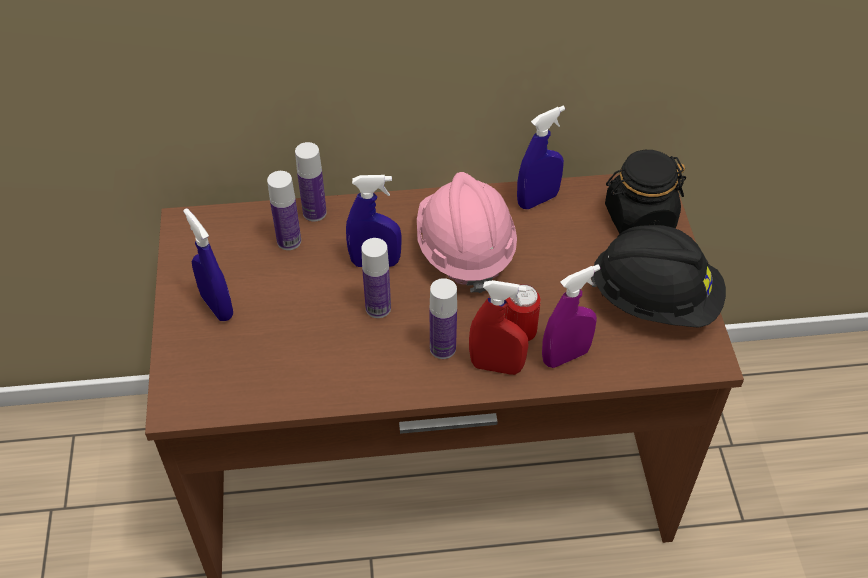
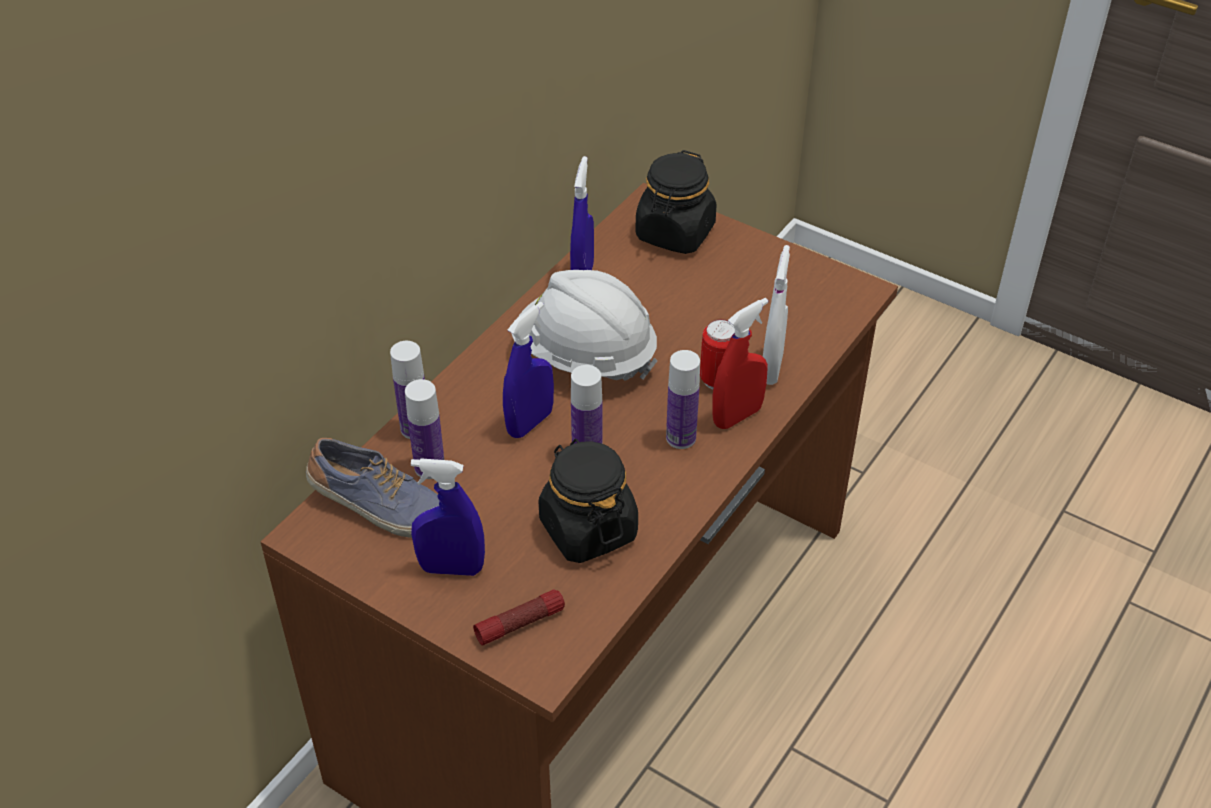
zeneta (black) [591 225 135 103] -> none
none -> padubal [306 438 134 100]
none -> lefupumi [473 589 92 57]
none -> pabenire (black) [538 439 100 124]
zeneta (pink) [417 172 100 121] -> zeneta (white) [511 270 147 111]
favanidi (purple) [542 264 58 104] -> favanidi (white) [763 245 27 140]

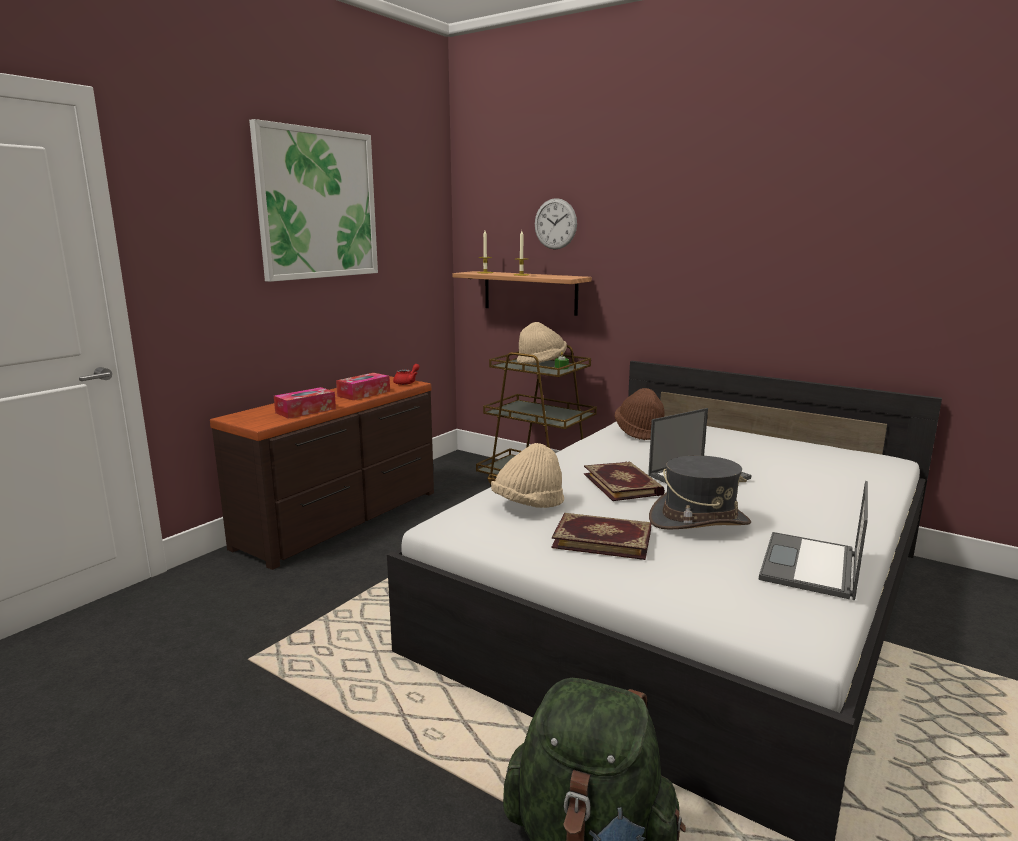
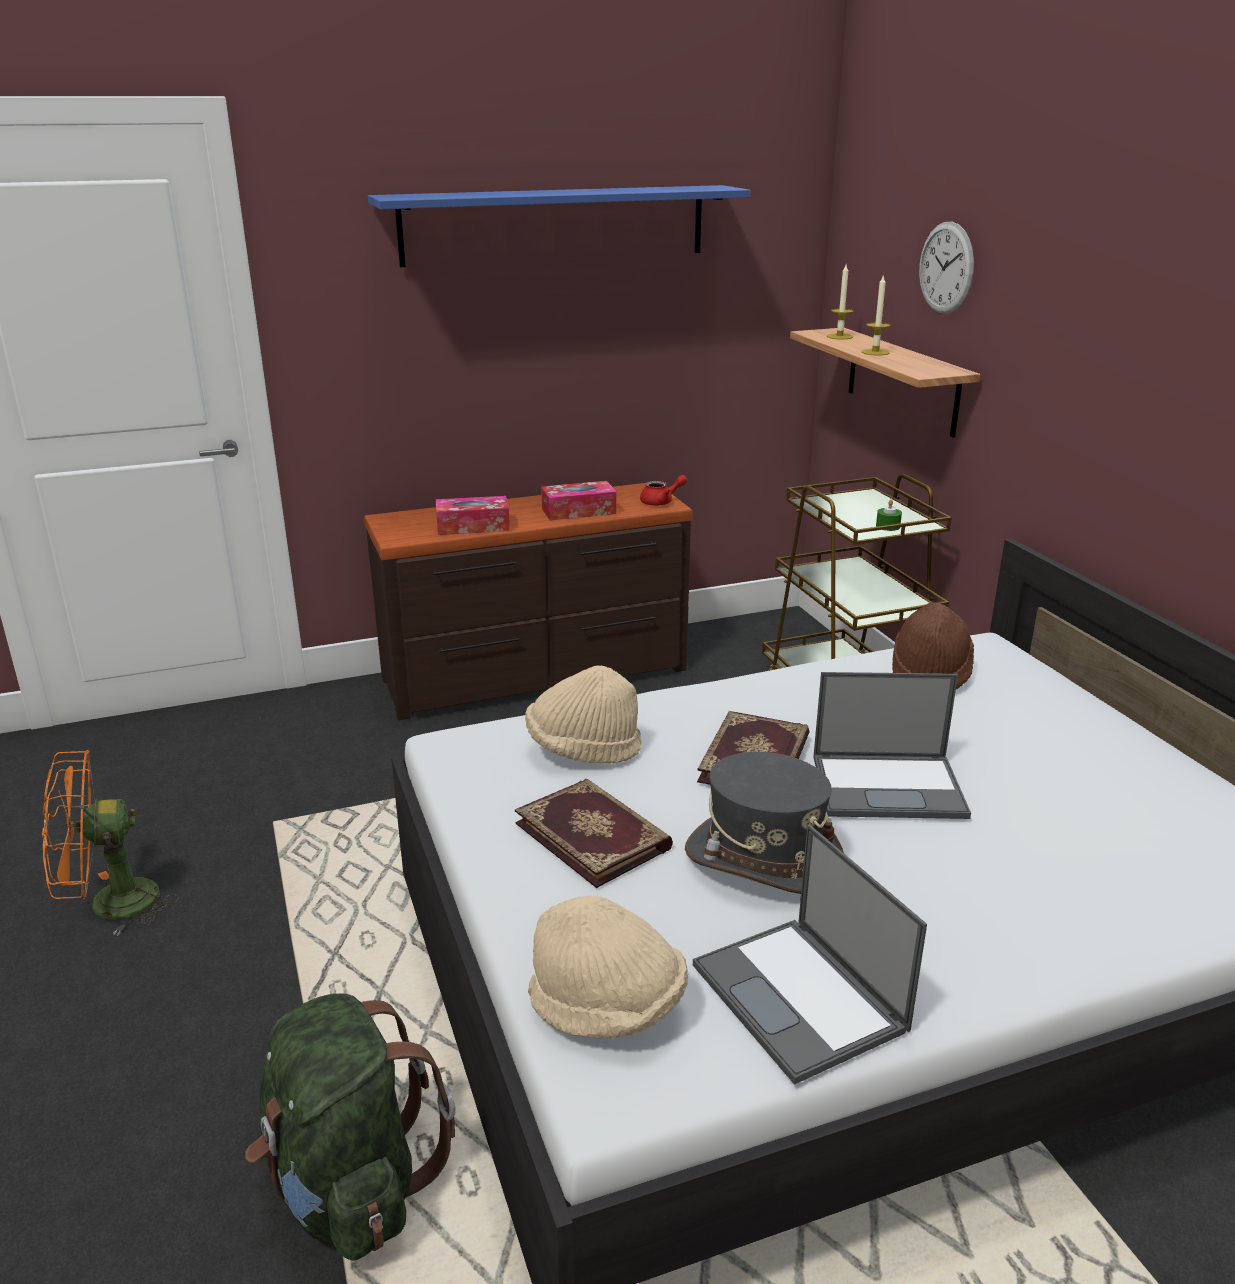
none -> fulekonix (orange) [42 750 137 186]
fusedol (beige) [517 322 50 42] -> fusedol (beige) [528 896 160 143], shifted
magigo [249 119 129 163] -> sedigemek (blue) [368 185 383 82]
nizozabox [758 481 110 119] -> nizozabox [693 824 234 261], 90 degrees counterclockwise

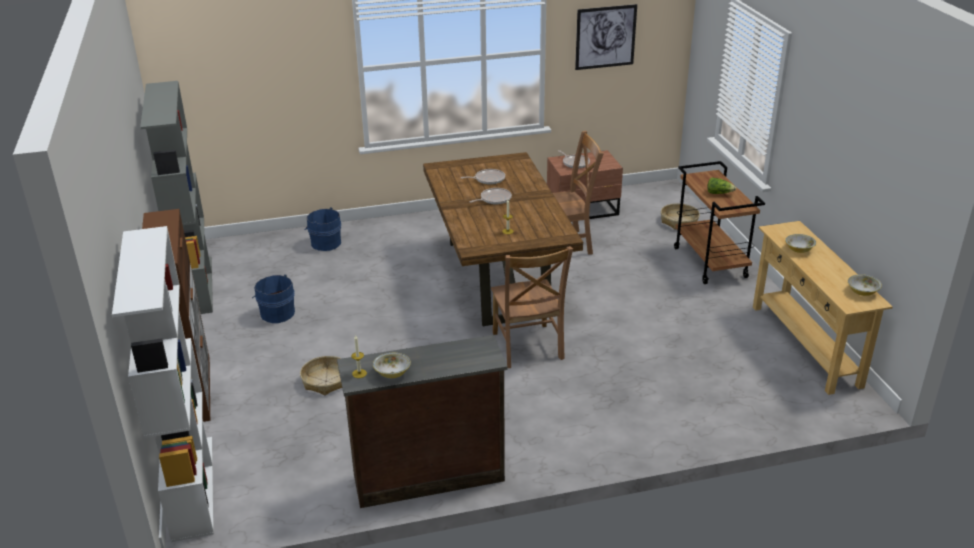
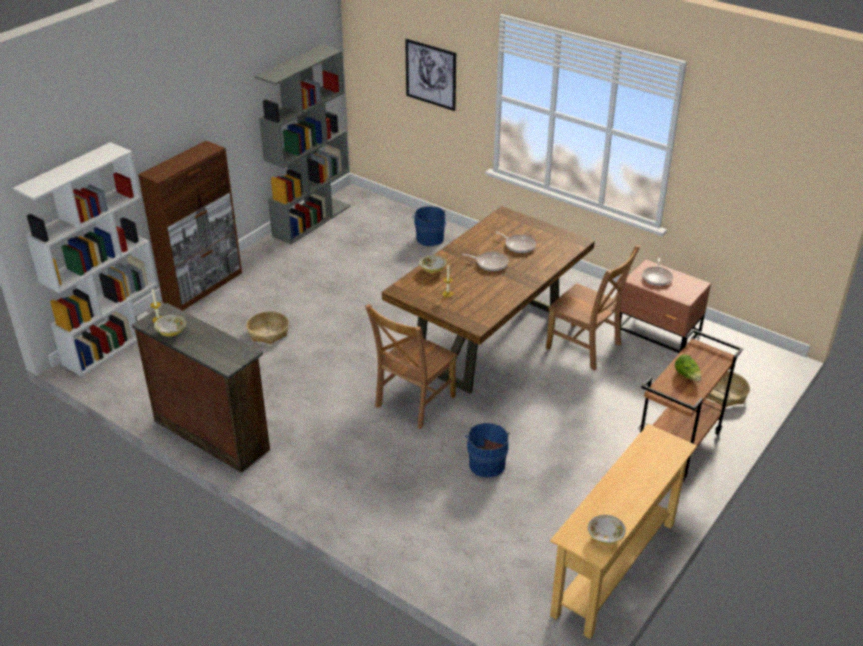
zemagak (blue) [252 274 43 49] -> zemagak (blue) [465 423 45 54], shifted
magigo [575 4 62 66] -> magigo [405 38 51 73], shifted
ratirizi [785 234 31 19] -> ratirizi [419 255 28 18], shifted

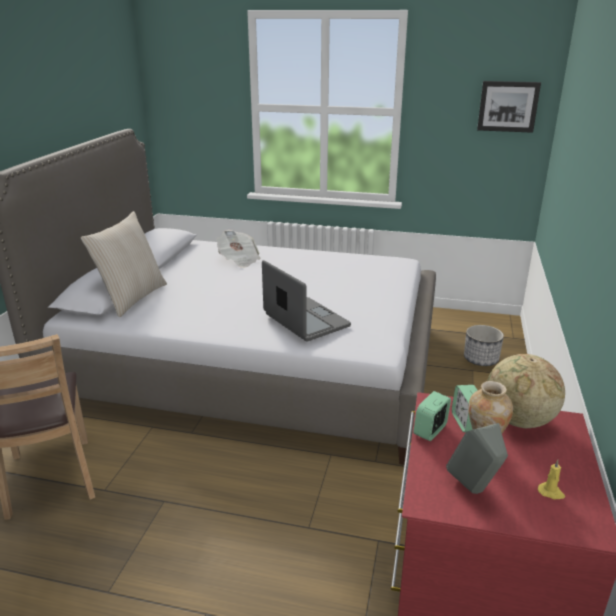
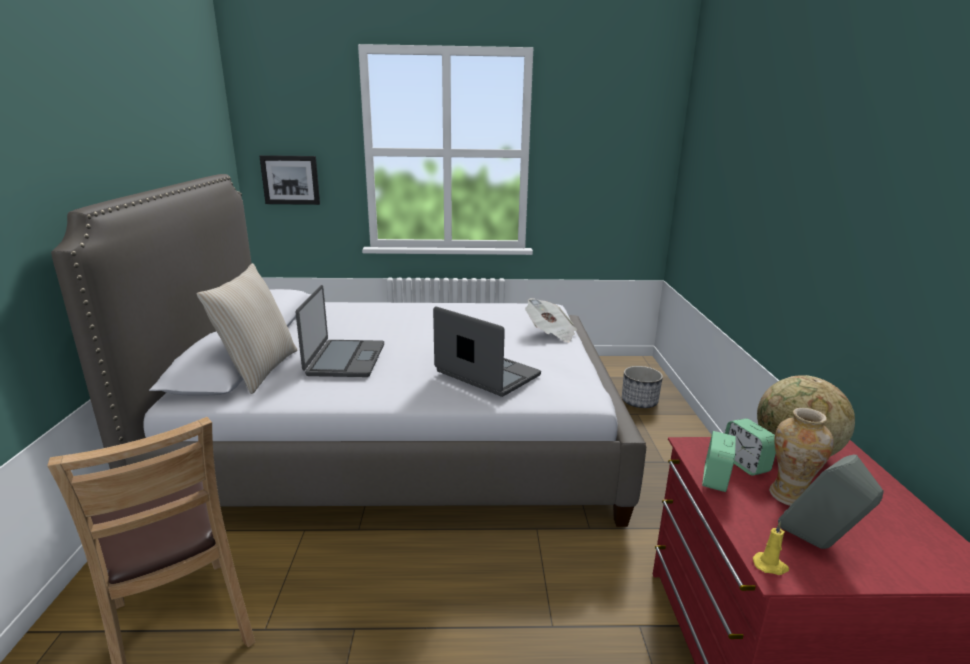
none -> nizozabox [296 285 88 92]
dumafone [216 230 45 38] -> dumafone [525 298 52 44], shifted
magigo [477 81 64 52] -> magigo [259 155 61 50], shifted
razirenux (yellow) [538 460 27 39] -> razirenux (yellow) [753 521 36 54], shifted

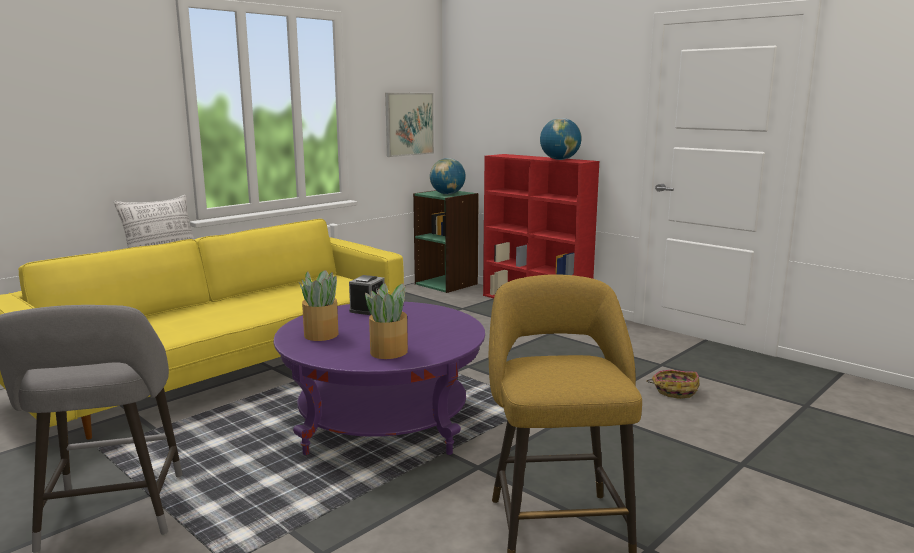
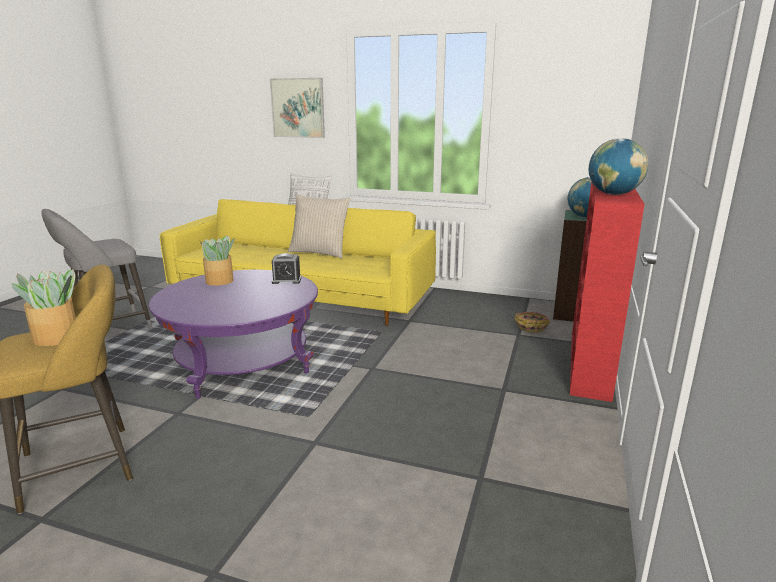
none -> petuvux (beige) [288 194 63 65]
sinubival [365 283 43 76] -> sinubival [11 269 65 77], shifted
magigo [385 93 49 64] -> magigo [270 78 55 60], shifted
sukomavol [646 370 53 29] -> sukomavol [514 312 36 21], shifted

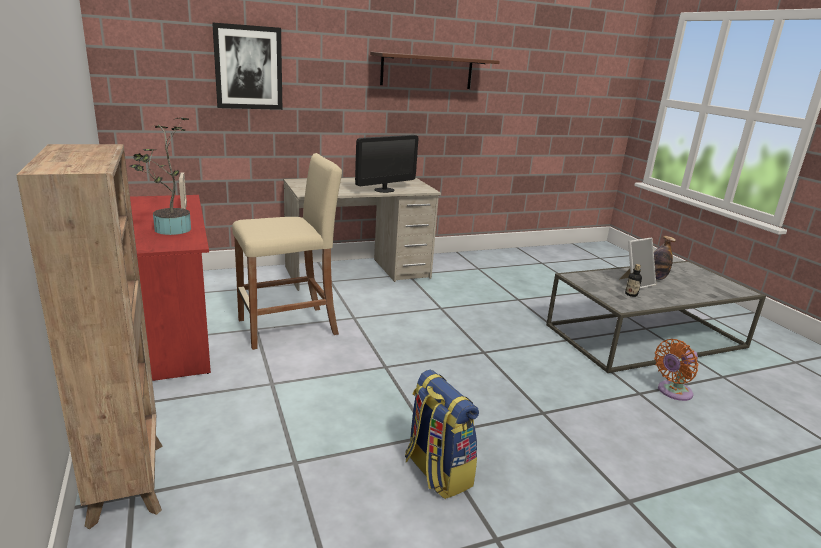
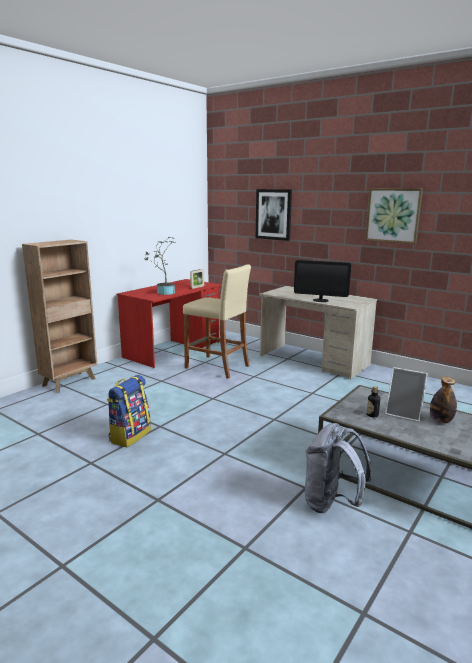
sedigemek (brown) [370 52 130 37] -> magigo [365 188 58 56]
fulekonix (orange) [654 339 45 62] -> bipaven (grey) [305 423 66 90]

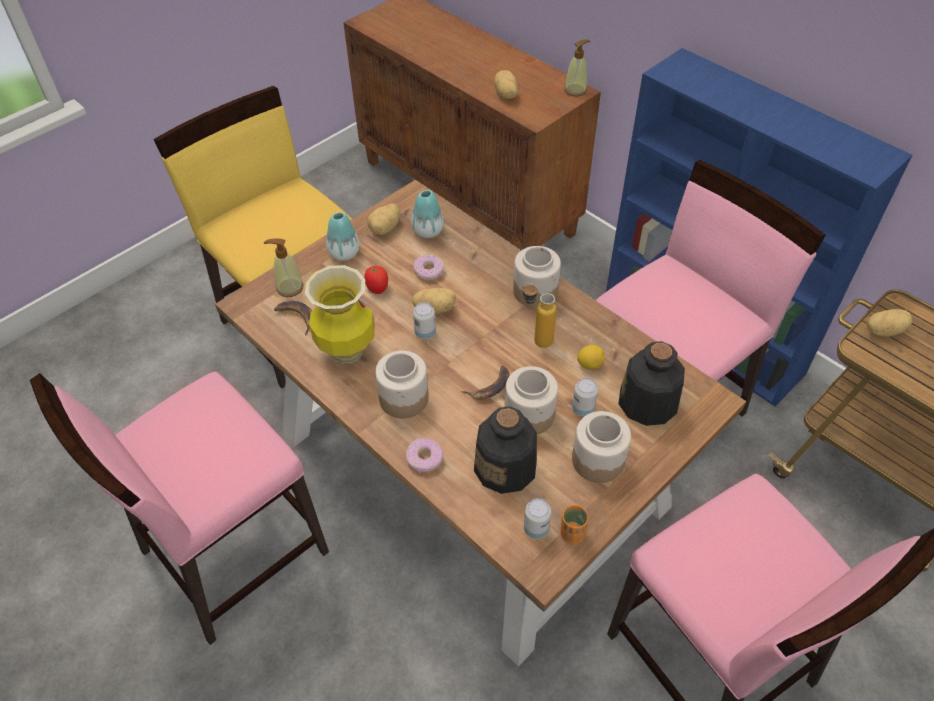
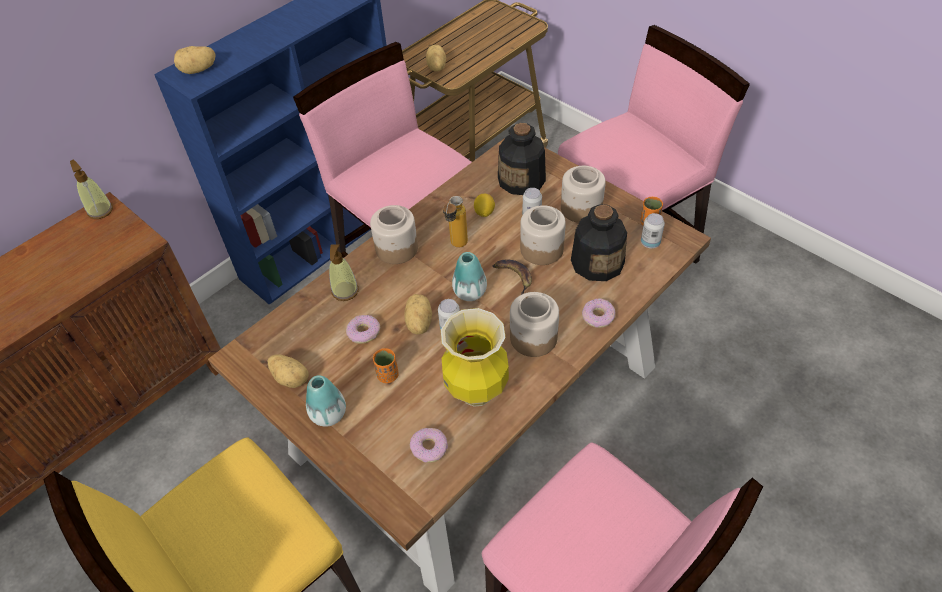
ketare [264 239 39 58] -> ketare [329 245 30 56], shifted
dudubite [411 190 33 48] -> dudubite [452 252 35 49], shifted
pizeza [494 70 24 29] -> pizeza [174 46 42 28], shifted
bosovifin [274 301 38 35] -> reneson [410 428 38 35]
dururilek [364 266 24 28] -> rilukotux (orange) [373 348 26 35]

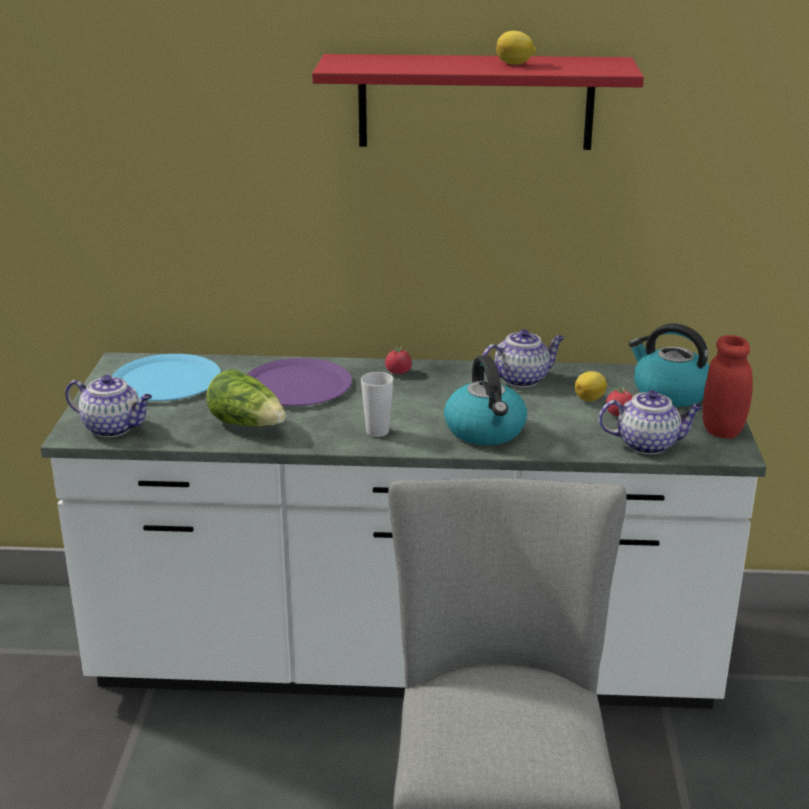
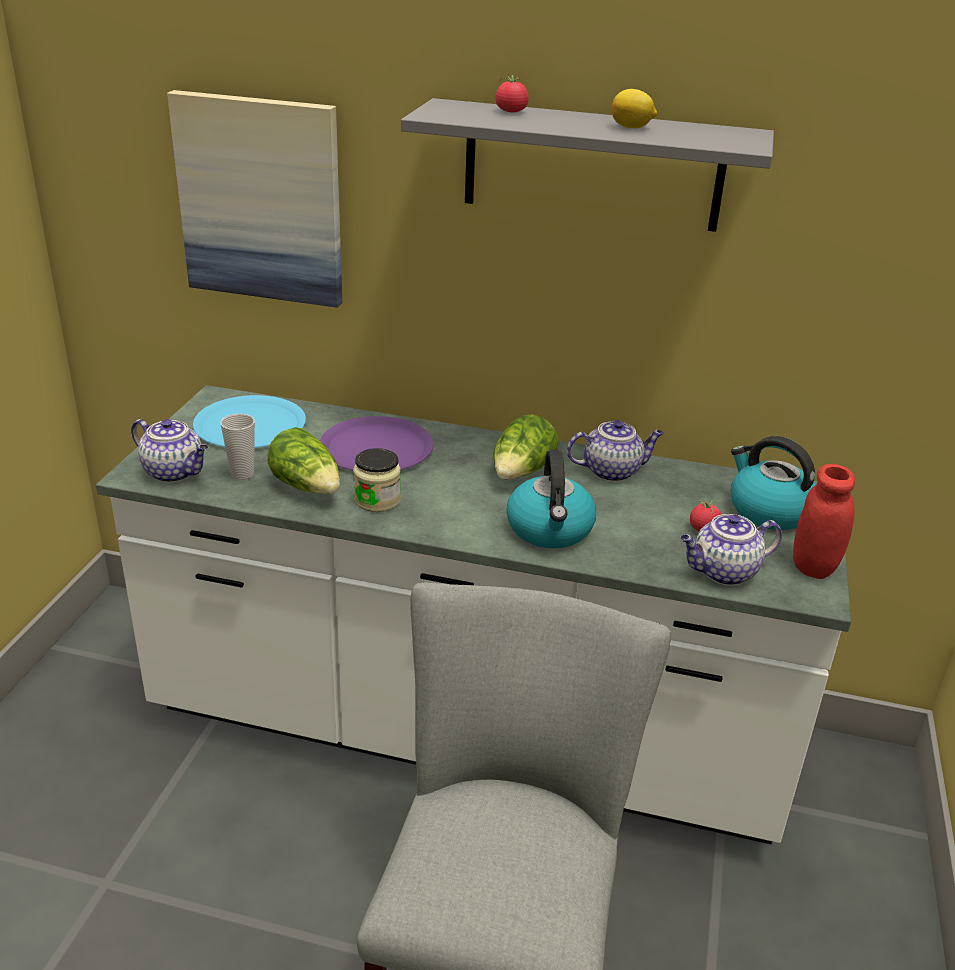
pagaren [575 371 32 30] -> none
none -> magigo [167 90 175 218]
none -> pabenire [353 448 48 64]
none -> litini [493 414 66 65]
rilukotux [361 372 32 65] -> rilukotux [220 414 35 66], shifted
dururilek [385 345 27 29] -> dururilek [496 74 33 38], shifted
sedigemek (red) [312 54 332 96] -> sedigemek (grey) [401 98 373 134]
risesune [599 390 104 64] -> risesune [680 514 102 72], 150 degrees clockwise

